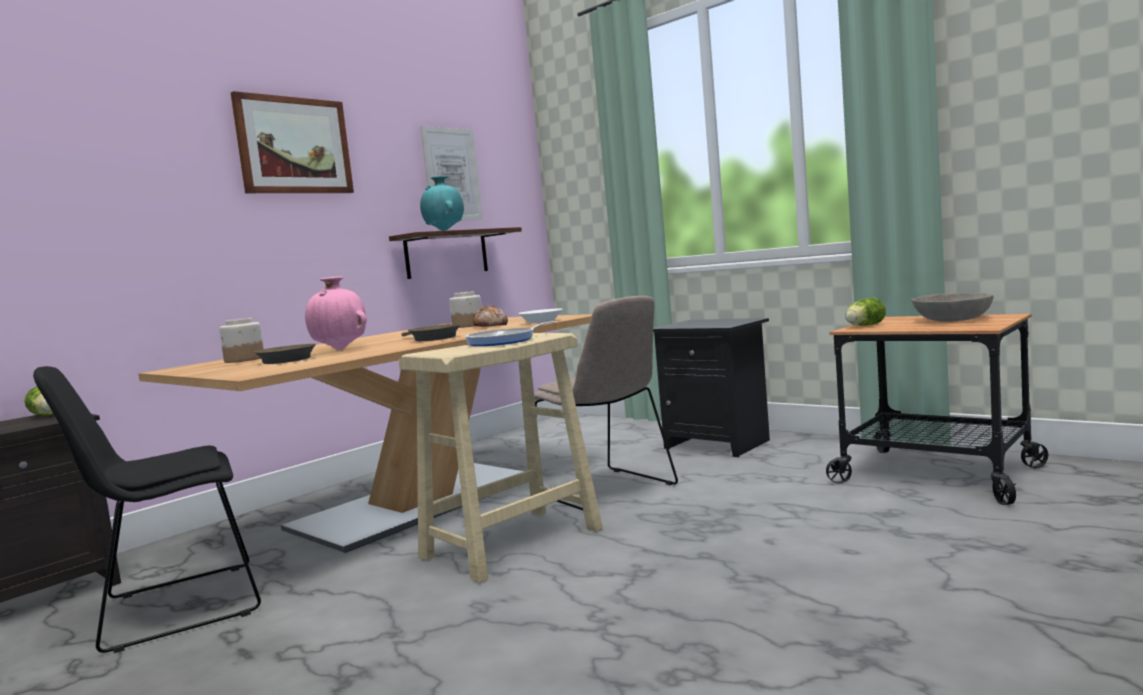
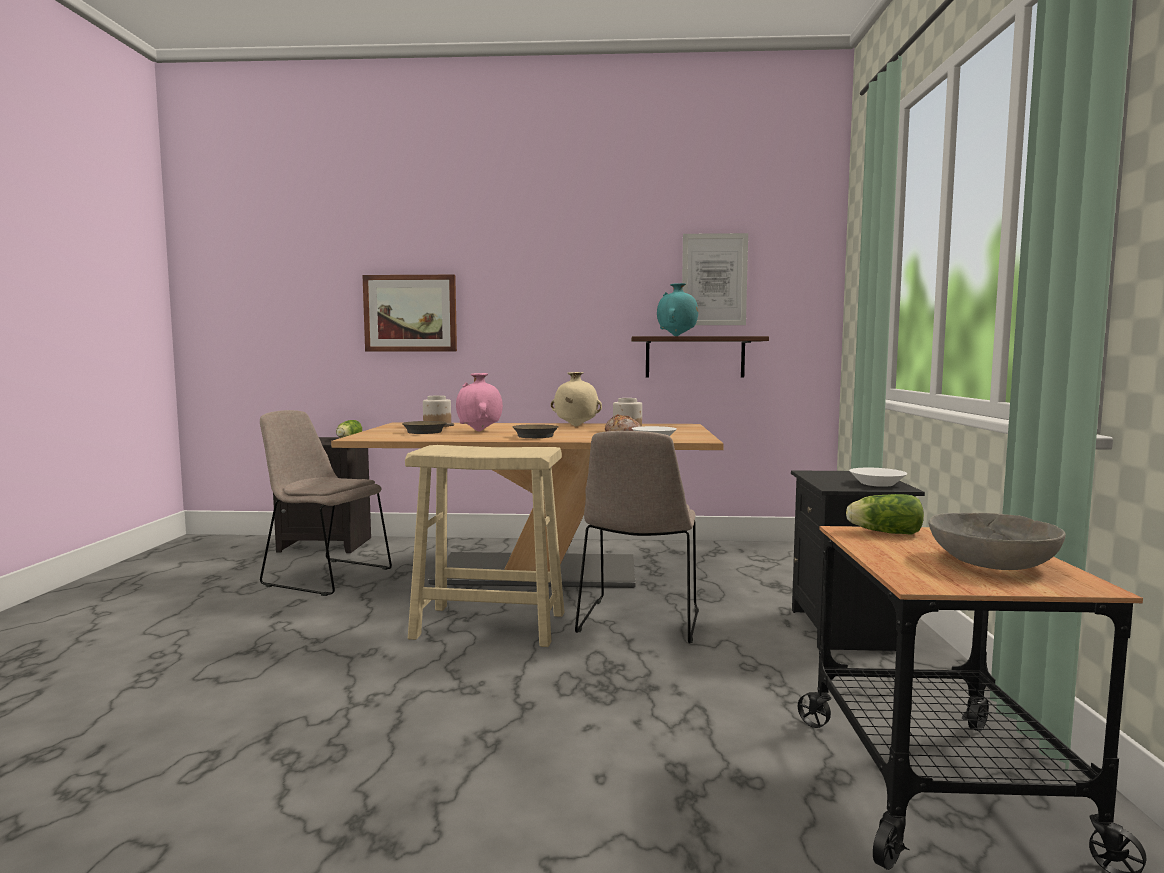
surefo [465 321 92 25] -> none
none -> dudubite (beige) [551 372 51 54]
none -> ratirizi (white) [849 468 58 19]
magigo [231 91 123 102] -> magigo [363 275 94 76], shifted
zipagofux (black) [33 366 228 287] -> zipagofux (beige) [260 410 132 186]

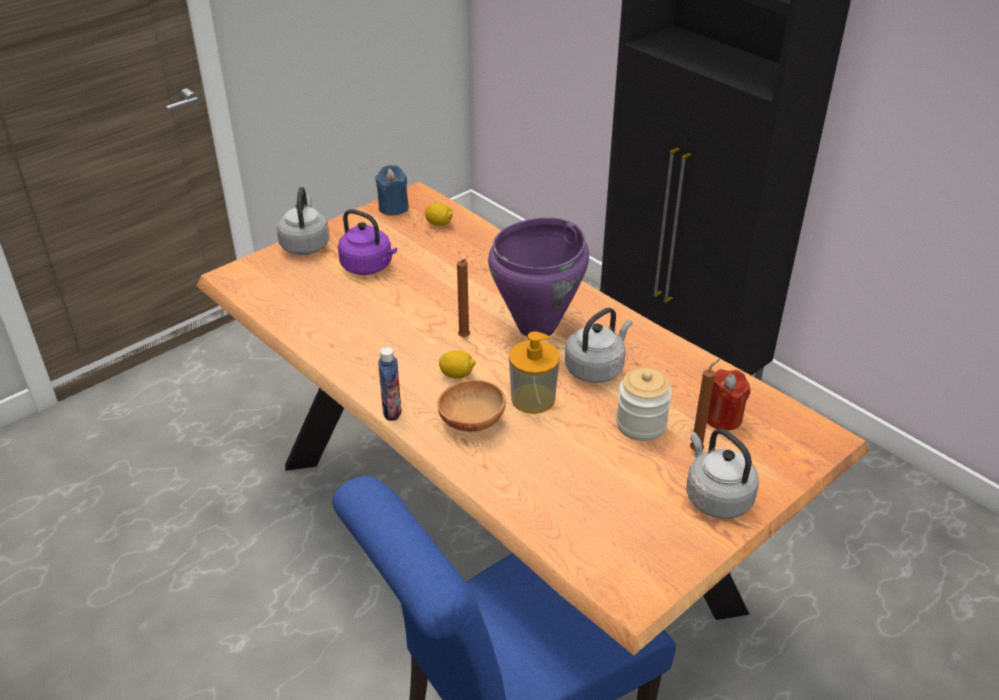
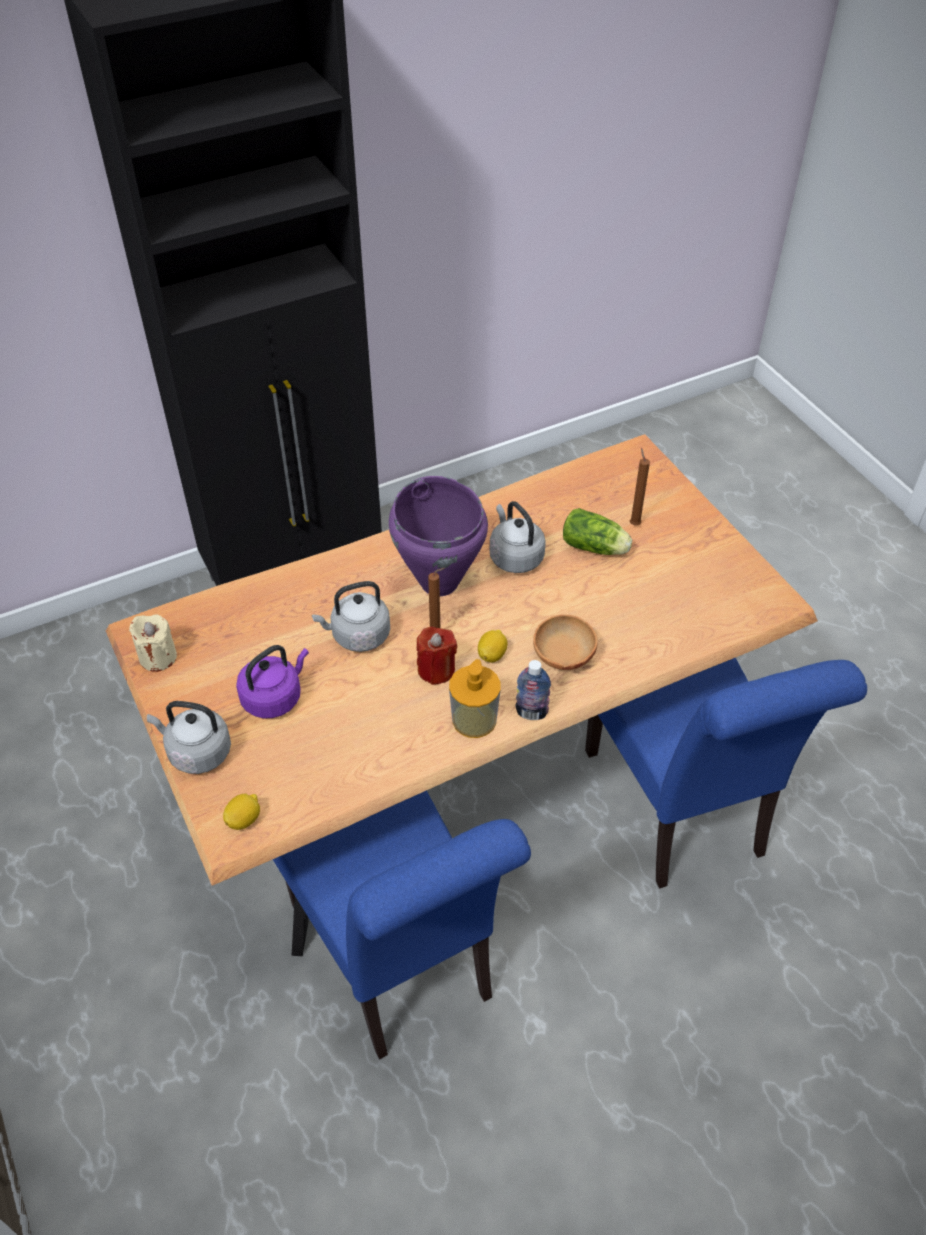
none -> zipagofux (blue) [273 790 258 270]
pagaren [425 203 28 23] -> pagaren [223 794 37 36], shifted
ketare [509 331 51 83] -> ketare [449 659 52 79], shifted
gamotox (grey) [686 429 73 90] -> gamotox (grey) [312 581 78 71], shifted
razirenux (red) [707 369 43 61] -> razirenux (red) [416 627 41 58], shifted
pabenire [616 368 56 73] -> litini [563 508 69 47]
razirenux (blue) [375 165 34 51] -> razirenux (beige) [129 614 48 58]

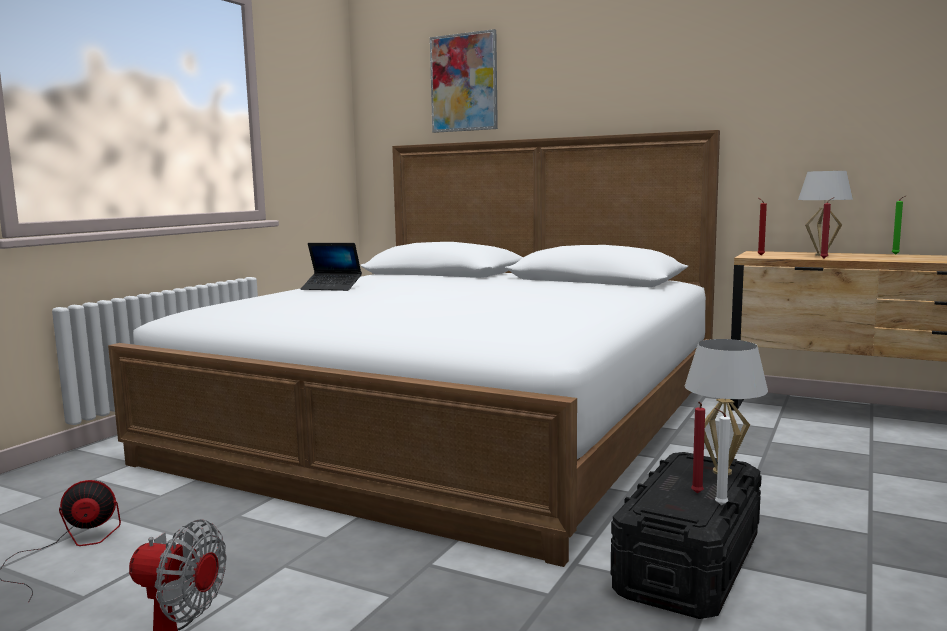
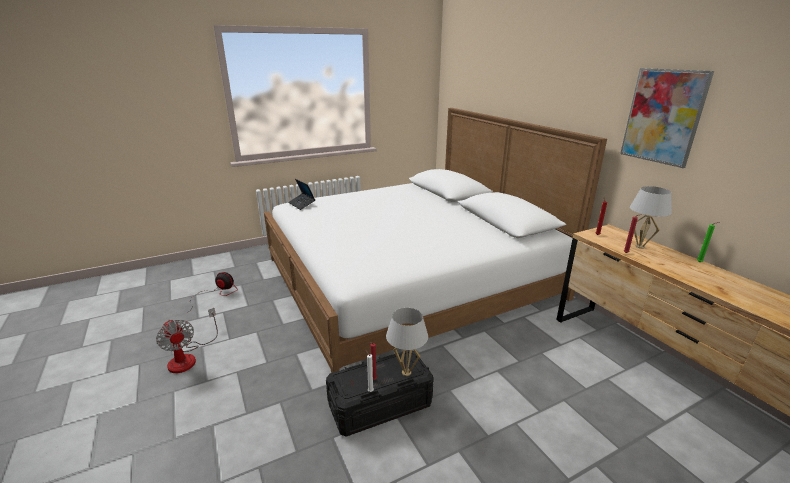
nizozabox [301 243 61 48] -> nizozabox [288 179 27 31], shifted
magigo [430 29 68 104] -> magigo [620 68 94 100], shifted

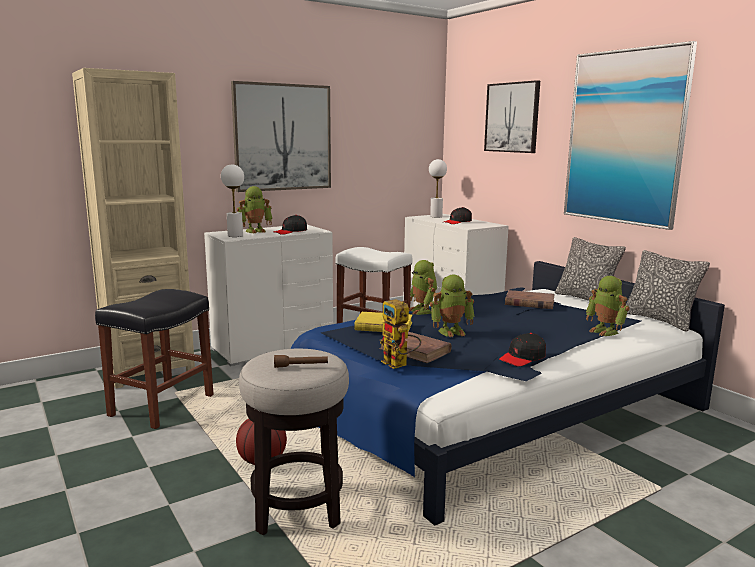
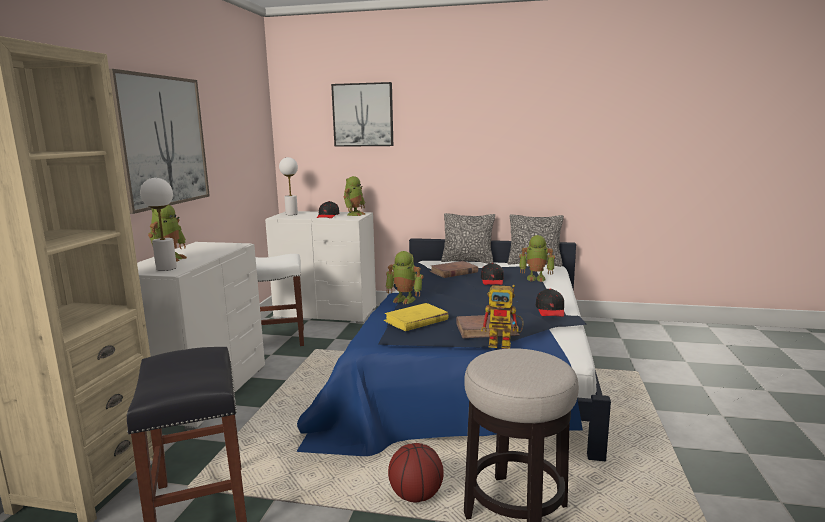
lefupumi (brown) [274 355 54 13] -> none
magigo [564 41 133 189] -> none
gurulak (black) [274 215 33 20] -> gurulak (black) [481 263 23 22], shifted
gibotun [430 275 45 62] -> gibotun [343 176 23 40], shifted

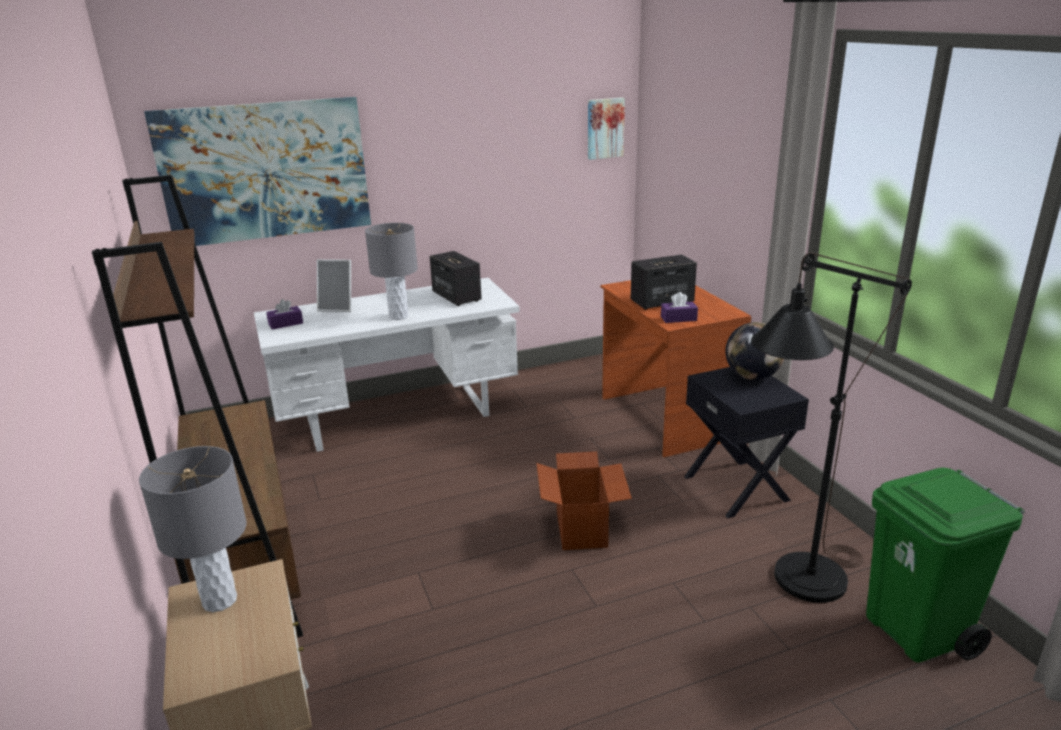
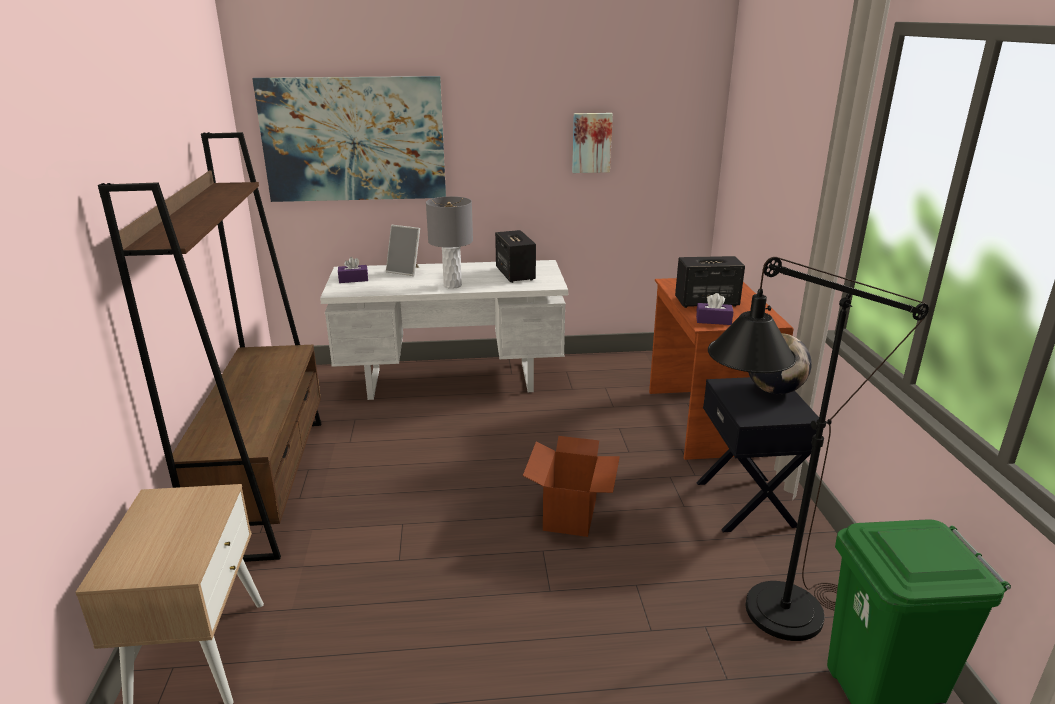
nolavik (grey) [139 446 108 166] -> none
magigo [588 98 37 62] -> magigo [572 113 41 60], shifted

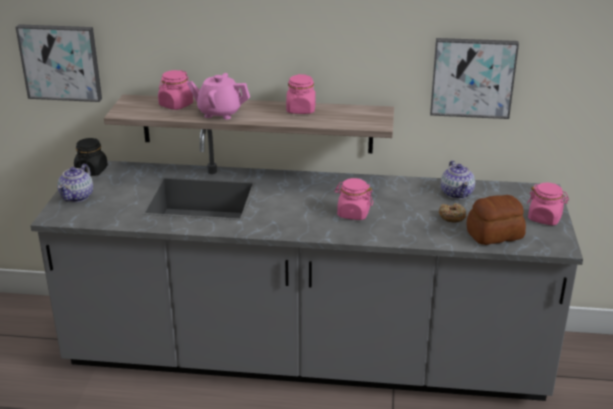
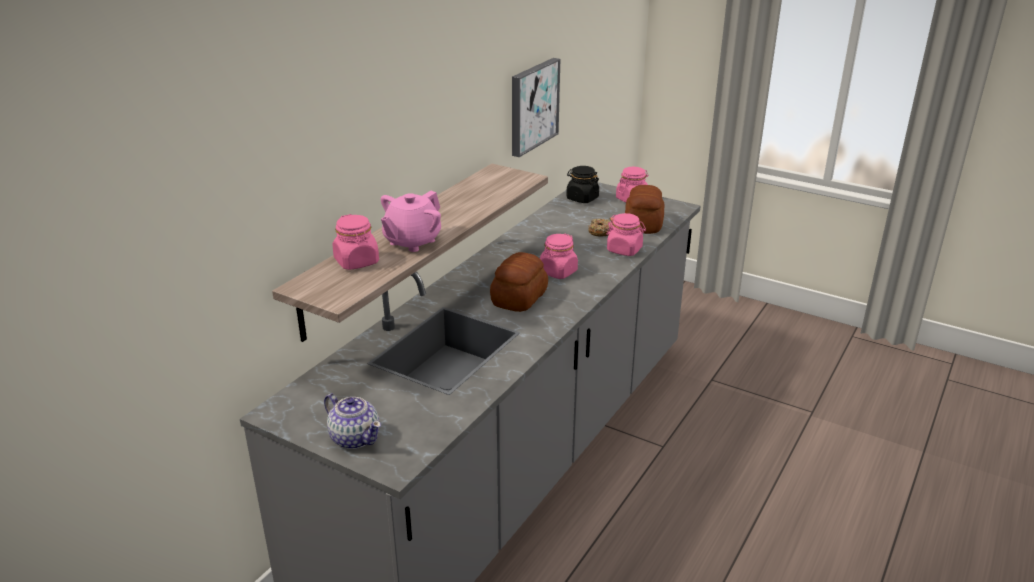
magigo [16 24 86 78] -> none
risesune [441 161 34 38] -> none
none -> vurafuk [490 252 58 60]
pabenire (black) [74 138 34 38] -> pabenire (black) [566 166 33 37], shifted
pabenire (pink) [286 74 30 40] -> pabenire (pink) [606 213 40 43], shifted

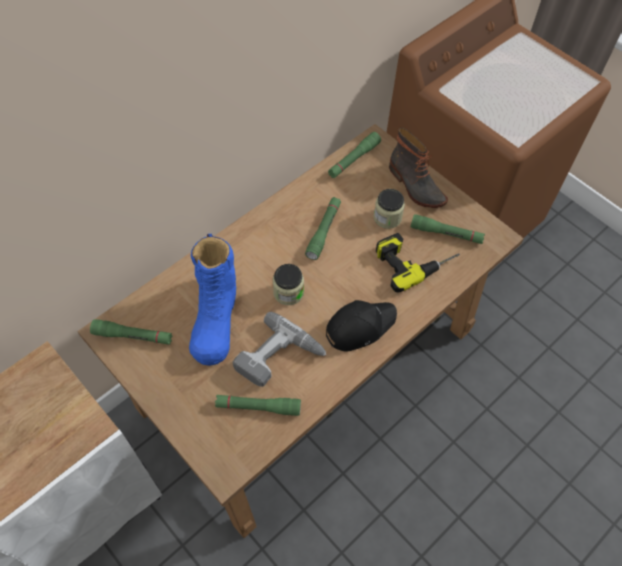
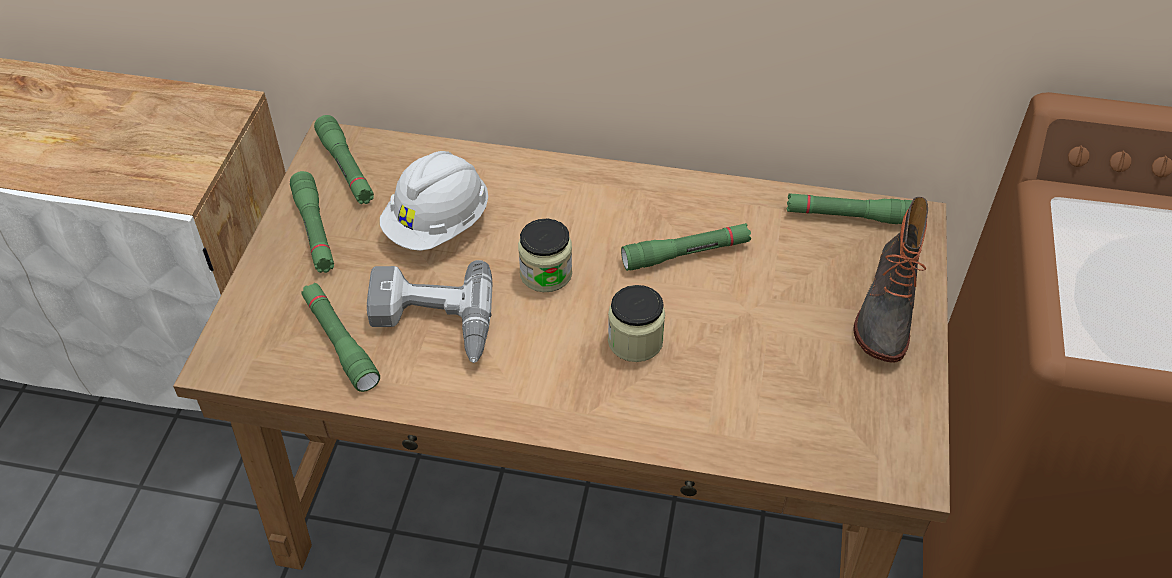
gurulak (black) [326 300 71 52] -> none
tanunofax [376 233 84 60] -> none
pabenire [373 189 32 40] -> pabenire [608 285 57 77], shifted
lefupumi (green) [411 214 74 30] -> lefupumi (green) [290 171 44 102], shifted
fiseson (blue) [189 234 47 132] -> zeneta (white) [380 151 108 100]

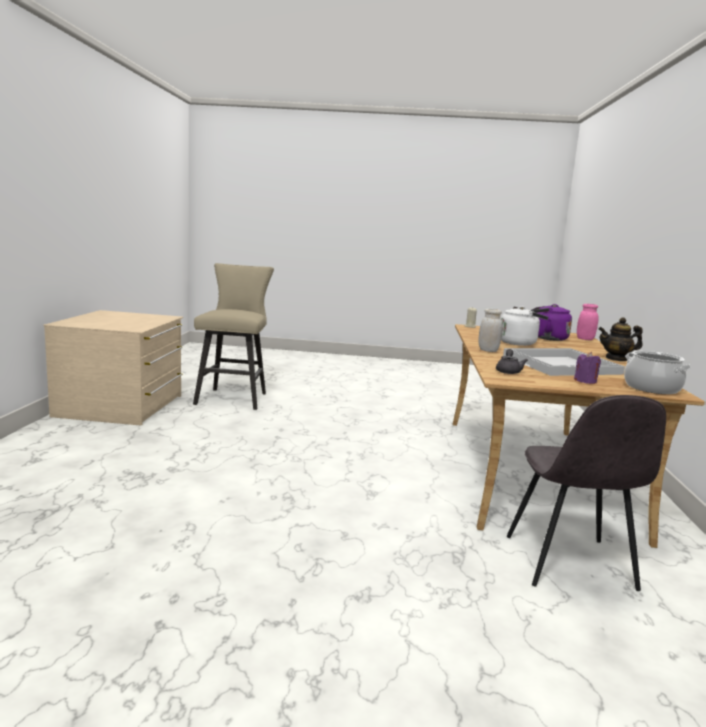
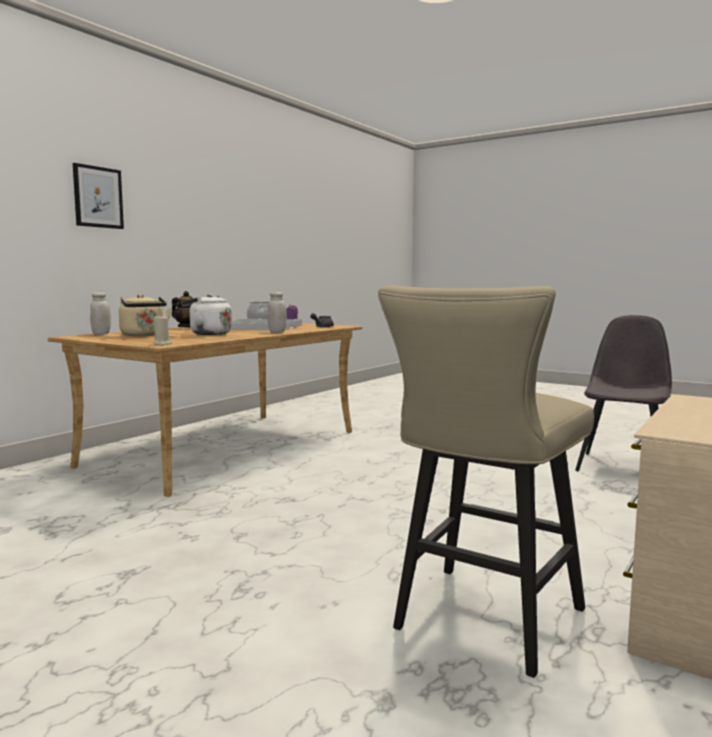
none -> magigo [73 163 51 66]
zipagofux (grey) [507 395 159 196] -> zipagofux (grey) [575 315 97 157], shifted
gamotox (purple) [531 304 41 37] -> gamotox (beige) [119 294 52 42]
pabenire (pink) [577 304 22 36] -> pabenire (white) [90 292 21 43]

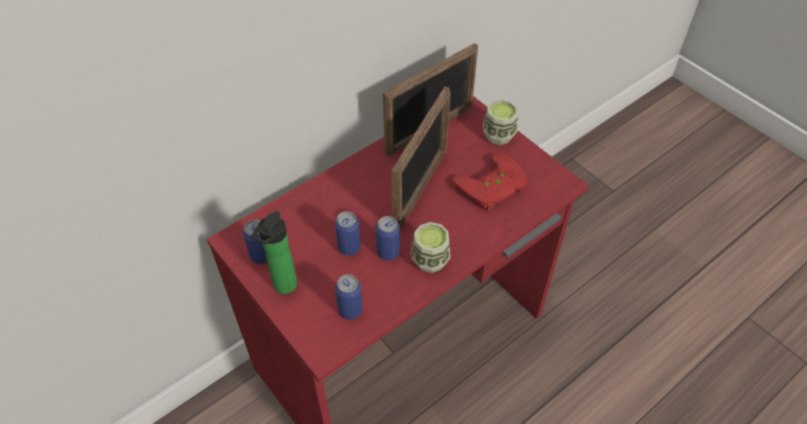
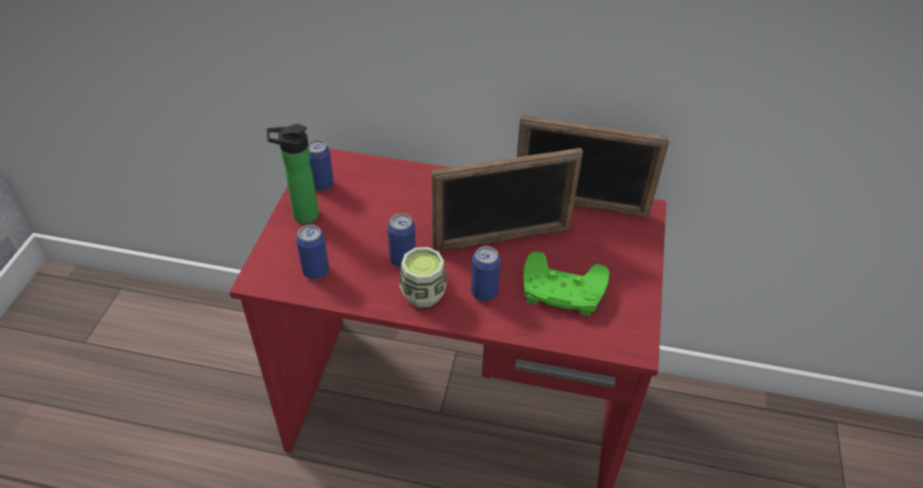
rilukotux [483 99 35 46] -> none
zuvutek [335 211 25 44] -> zuvutek [471 246 30 55], shifted
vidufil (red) [452 153 76 58] -> vidufil (green) [523 252 87 64]

